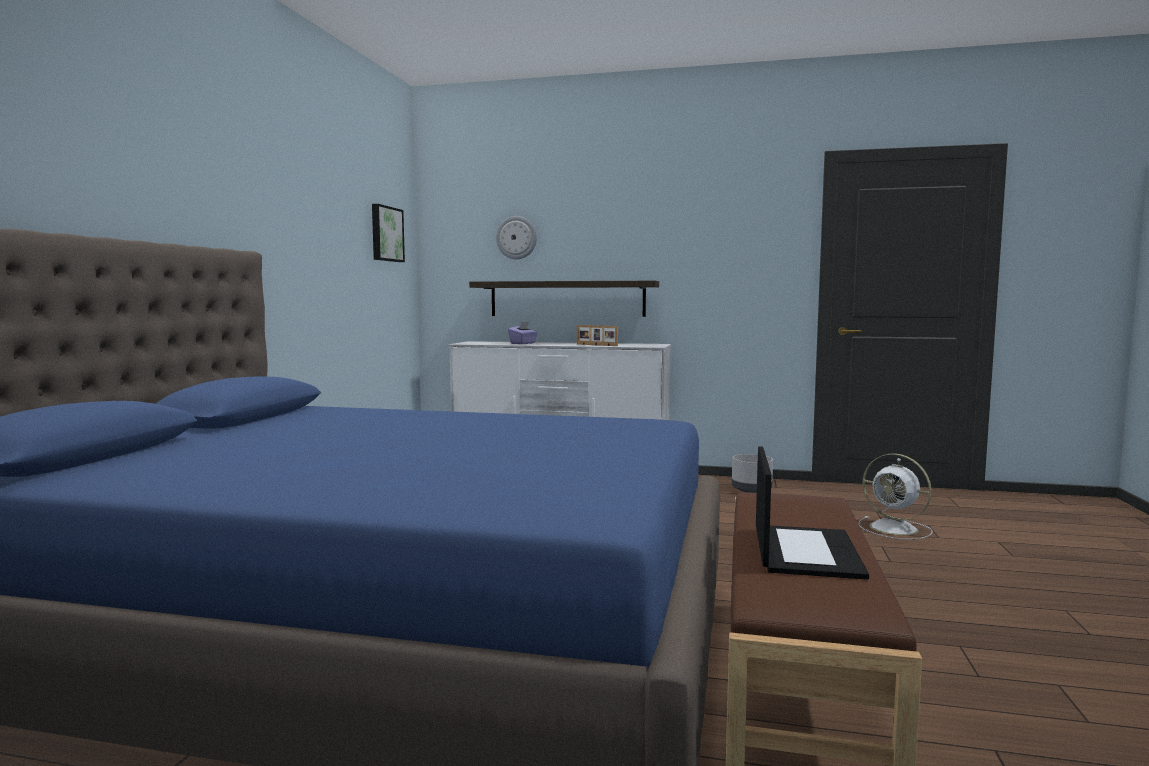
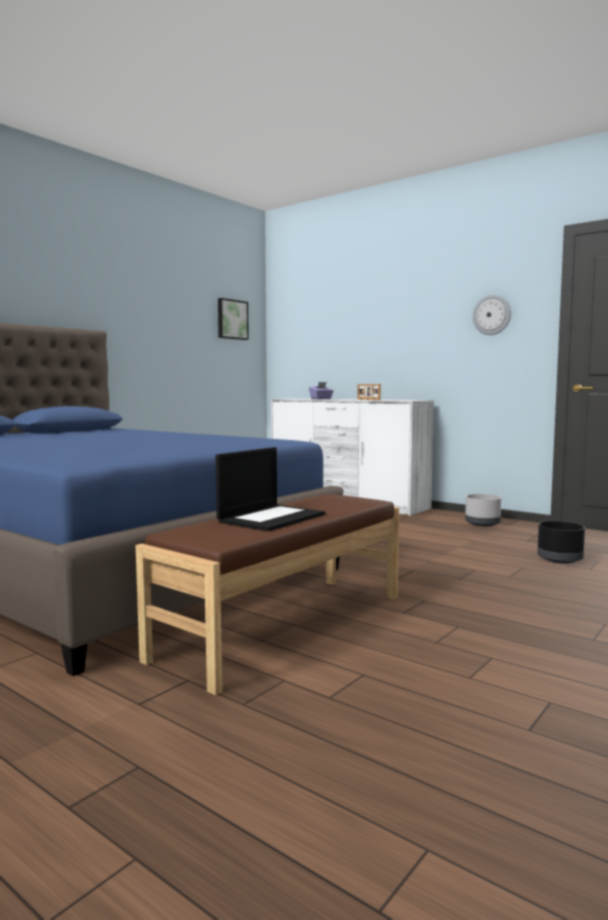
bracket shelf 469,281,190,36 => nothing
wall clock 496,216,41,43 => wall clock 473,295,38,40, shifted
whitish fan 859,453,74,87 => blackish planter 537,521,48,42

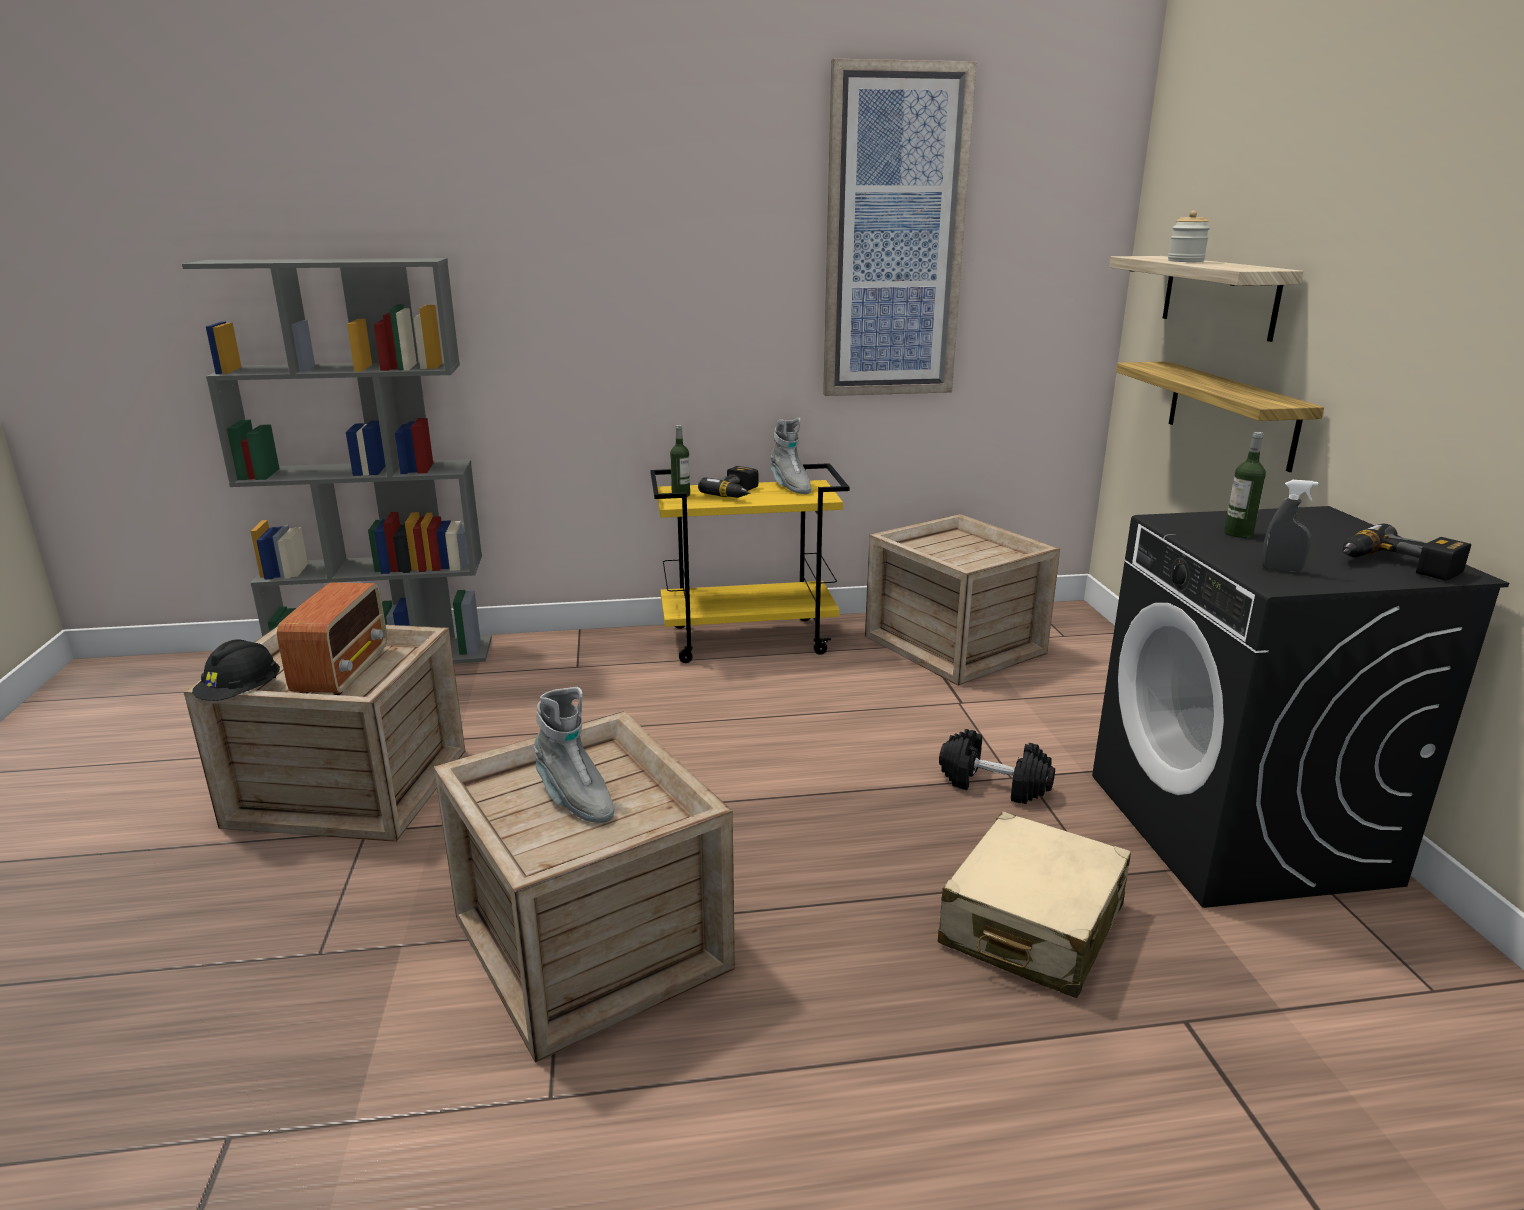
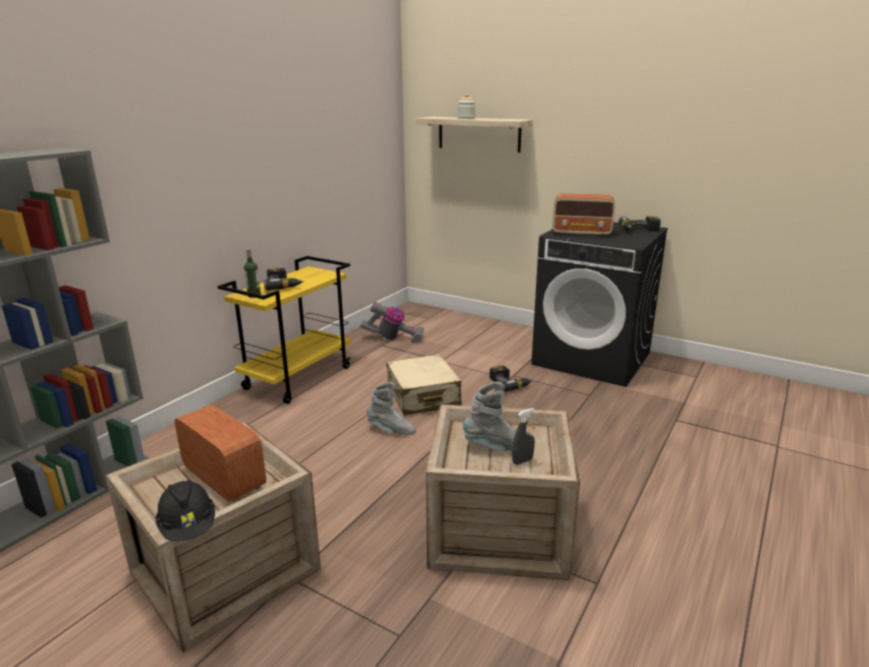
gray tall boot 770,418,42,76 => gray tall boot 367,382,49,53, shifted
wall picture 823,59,153,337 => nothing
crate 865,514,195,172 => hoover 360,301,64,42
beige-coloured piece of luggage 938,811,193,187 => beige-coloured piece of luggage 387,354,75,61, shifted
blackish free weight 939,729,116,75 => electric drill 490,366,43,26
bracket shelf 1116,361,208,111 => nothing
drink bottle 1224,432,42,106 => radio receiver 553,194,62,42
gray spray bottle 1262,480,56,92 => gray spray bottle 512,408,23,57, shifted

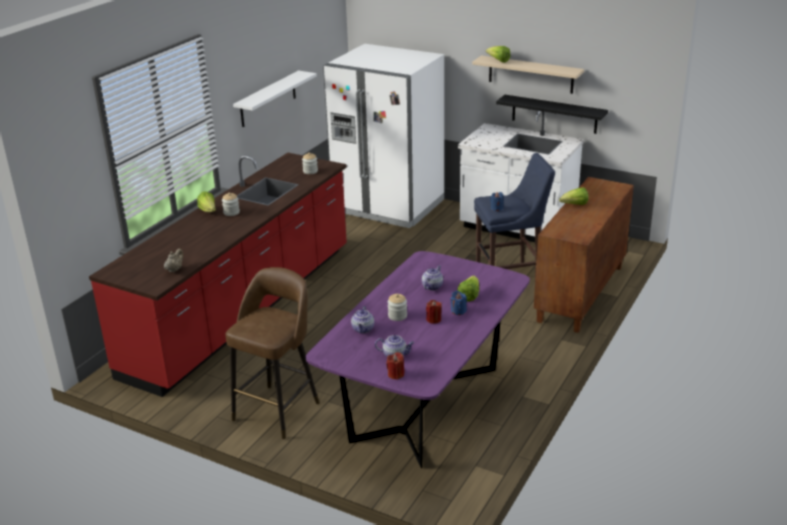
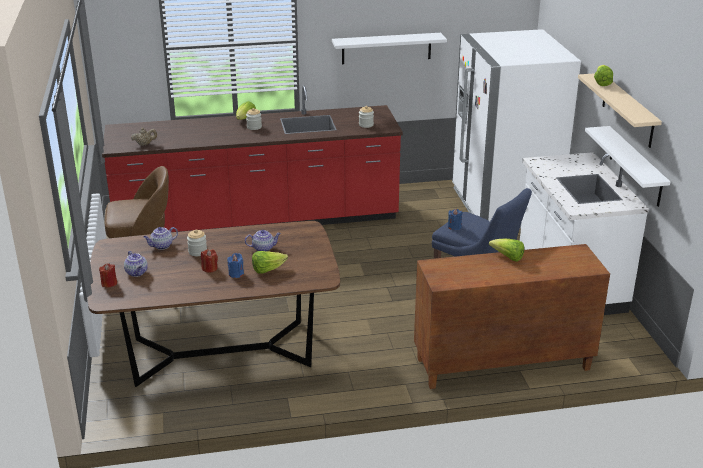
purple-coloured kitchen table 306,251,224,217 => brown kitchen table 87,221,253,166
blackish bracket shelf 496,95,112,39 => whitish bracket shelf 585,126,85,81

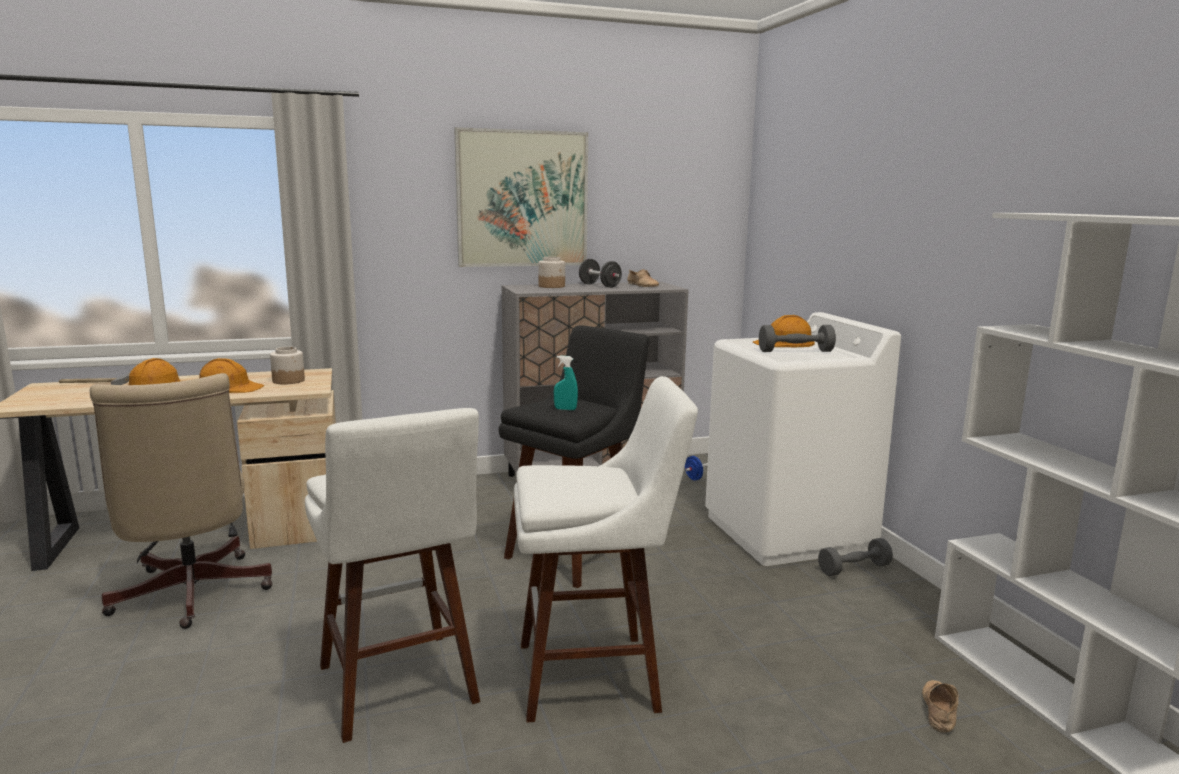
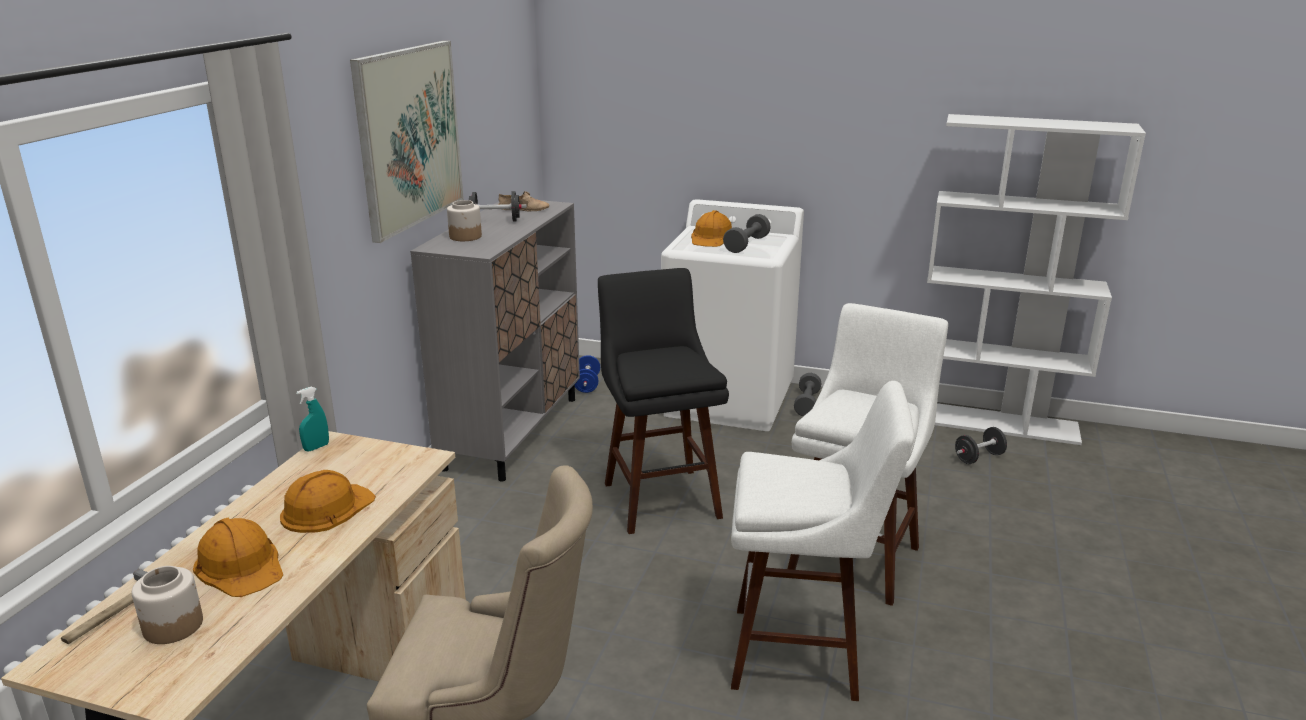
preserve jar 270,347,35,37 => preserve jar 132,566,71,78, shifted
turquoise-coloured spray bottle 554,355,24,55 => turquoise-coloured spray bottle 296,387,33,65, shifted
beige-coloured item of footwear 922,680,37,52 => blackish free weight 955,427,52,37

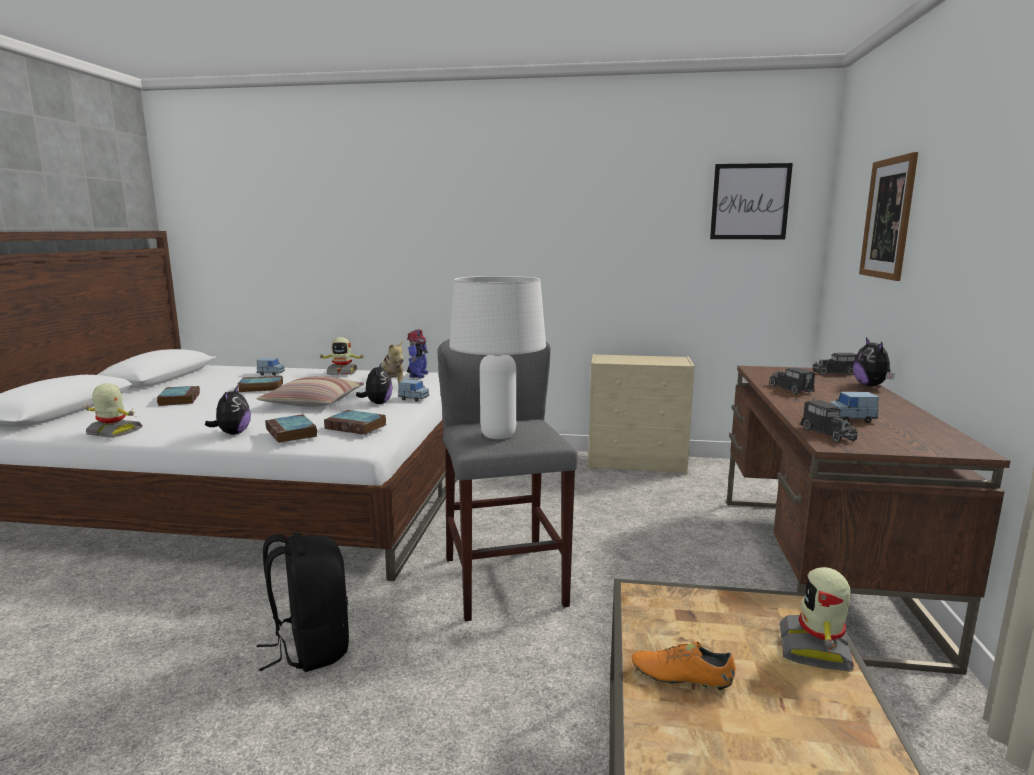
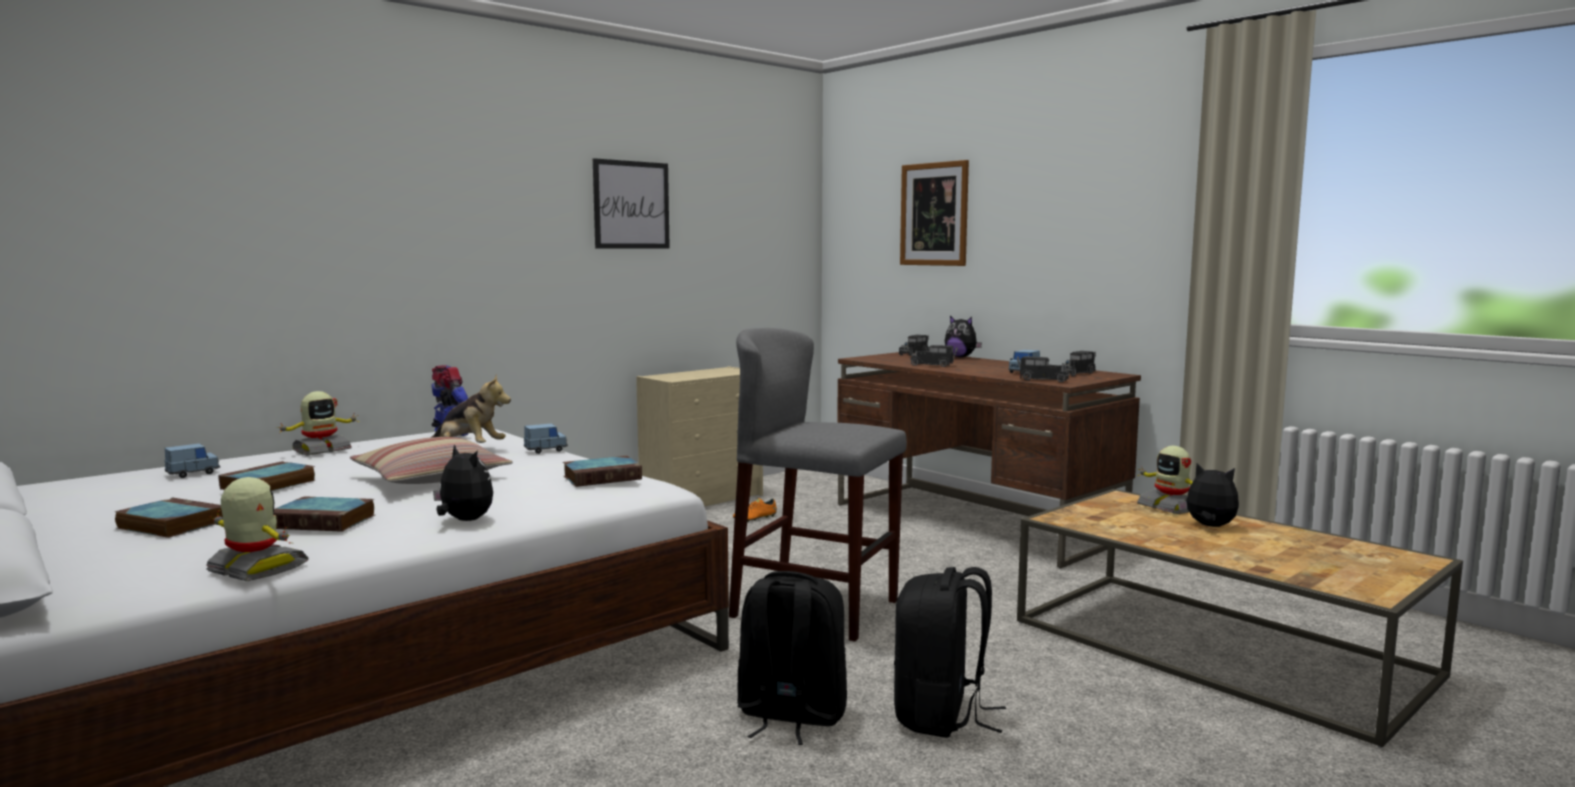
robot figure 83,383,60,55 => robot figure 206,477,102,104, 60 degrees clockwise
volume 265,414,52,29 => volume 274,496,101,36, shifted
soft toy 356,362,36,42 => soft toy 1178,463,61,64, shifted
whitish lamp for a table 449,276,97,163 => nothing
orange item of footwear 632,642,103,49 => orange item of footwear 733,498,44,24, shifted
wall picture 710,163,83,76 => wall picture 593,158,77,91, shifted
nothing => blackish rucksack 894,567,112,171
nothing => toy lorry 1061,351,35,25

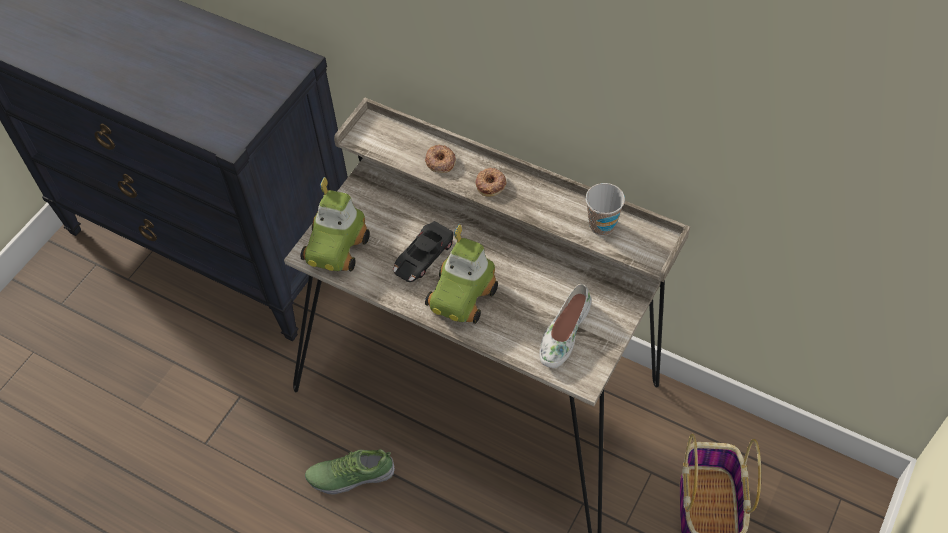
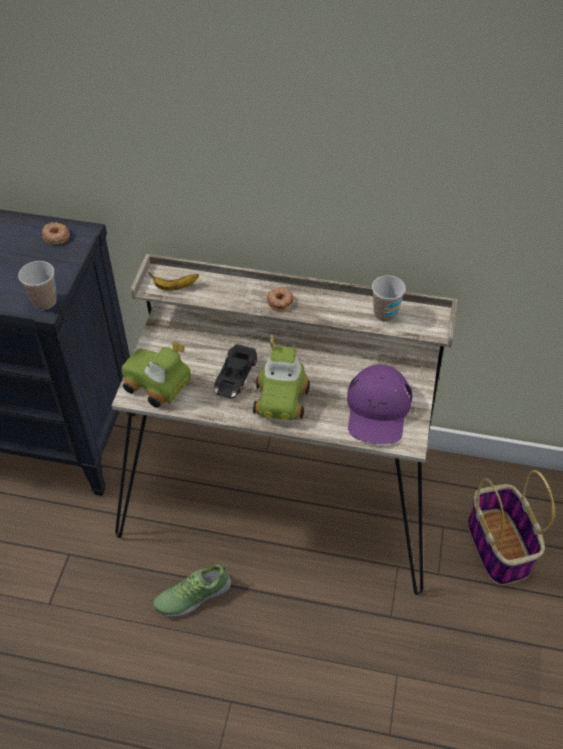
model car 301,177,69,94 => model car 122,341,69,67, 120 degrees clockwise
donut 425,144,31,29 => donut 42,222,28,22, shifted
whitish item of footwear 539,284,52,84 => purple-coloured peaked cap 347,364,65,80
nothing => small cup 18,261,39,49
nothing => banana 148,272,51,19

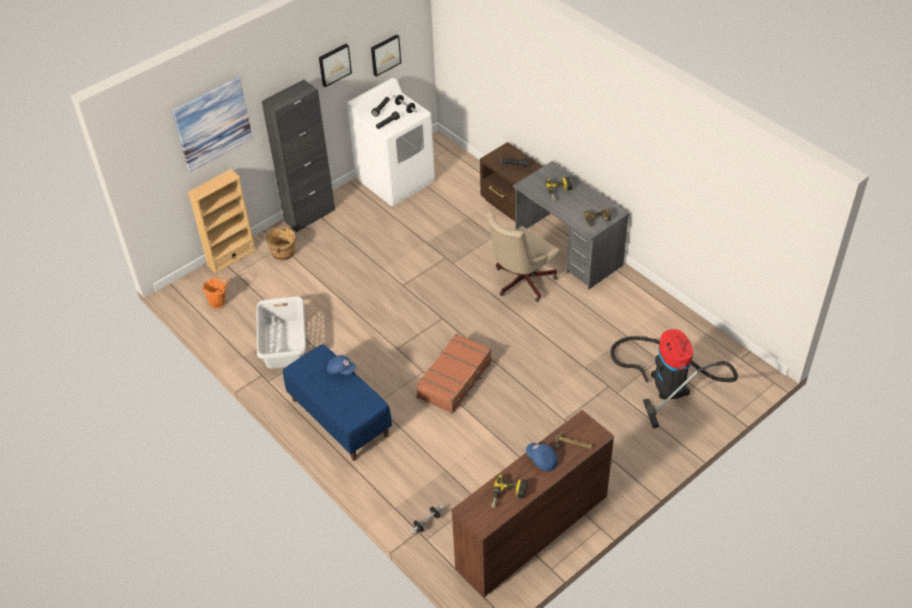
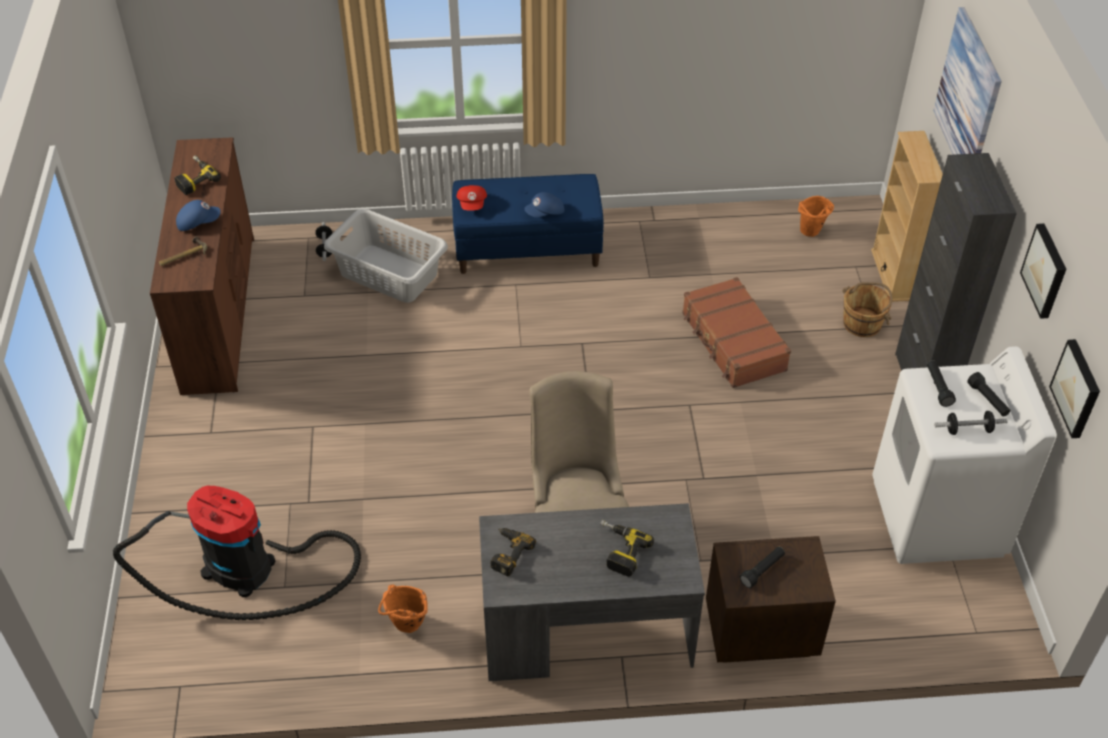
gray hamper 256,296,50,73 => gray hamper 324,209,124,94, shifted
brown piece of luggage 416,334,75,80 => brown piece of luggage 682,277,109,111, shifted
nothing => orange pail 378,585,50,48
nothing => reddish peaked cap 457,185,30,26

